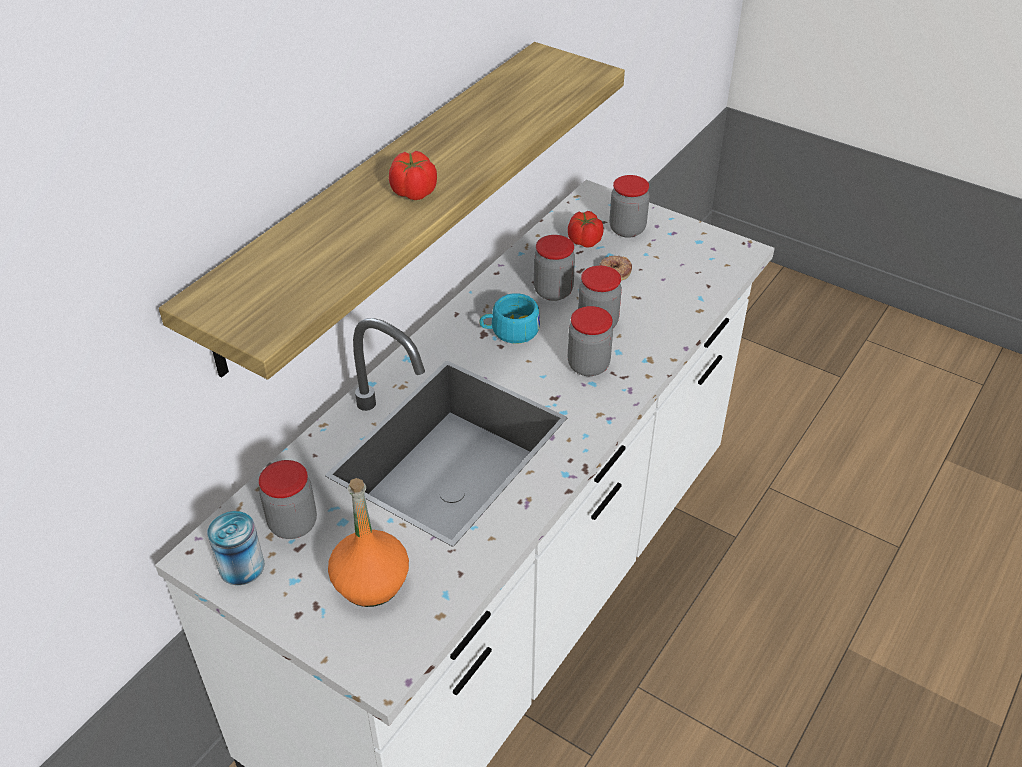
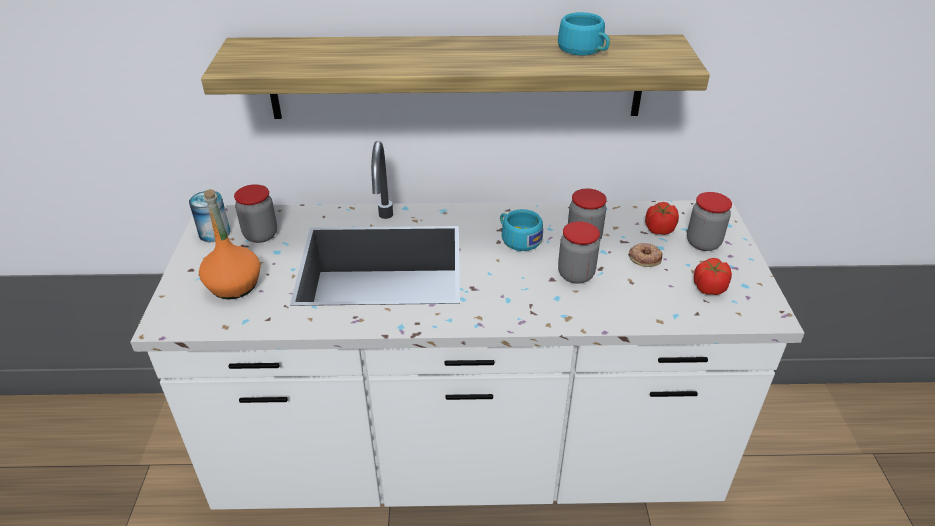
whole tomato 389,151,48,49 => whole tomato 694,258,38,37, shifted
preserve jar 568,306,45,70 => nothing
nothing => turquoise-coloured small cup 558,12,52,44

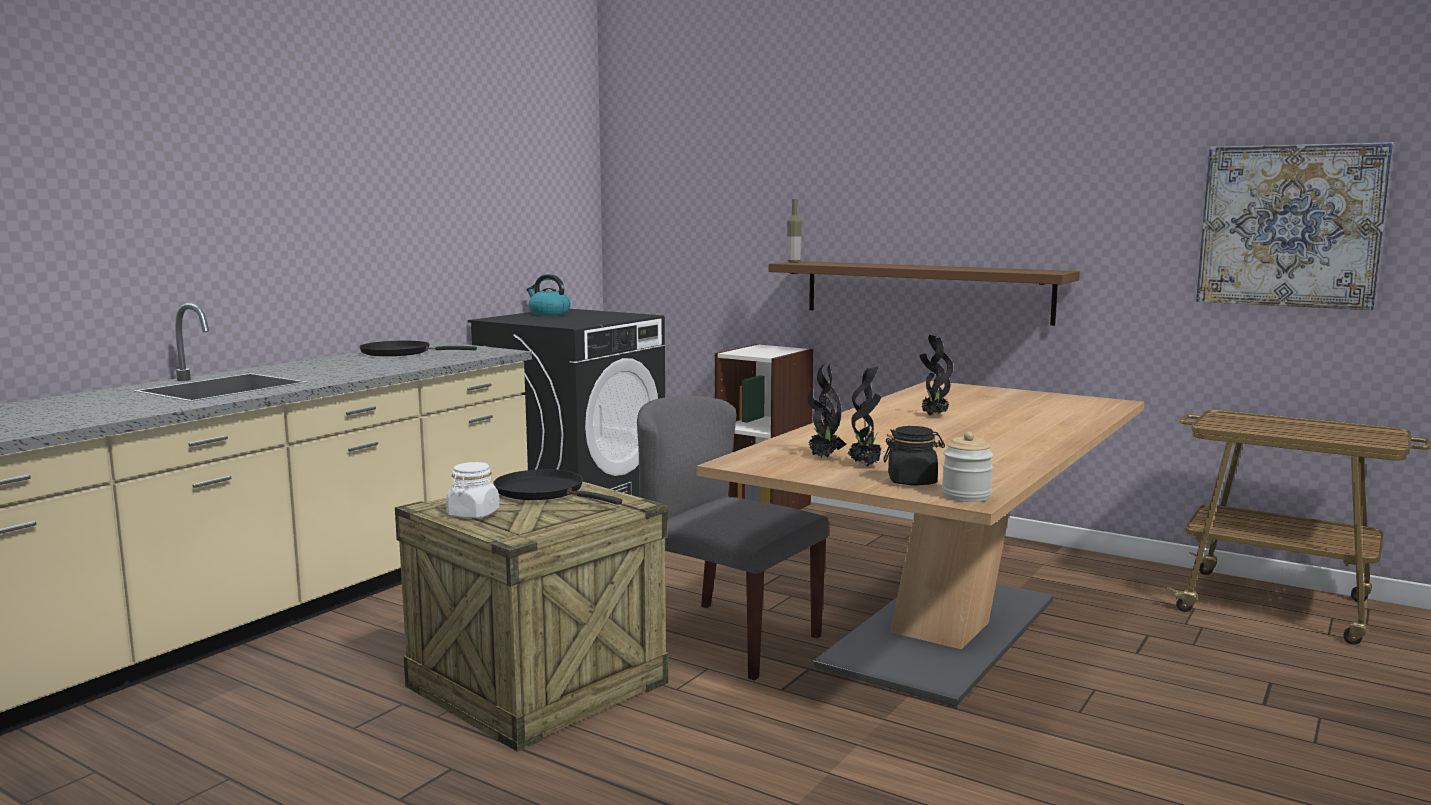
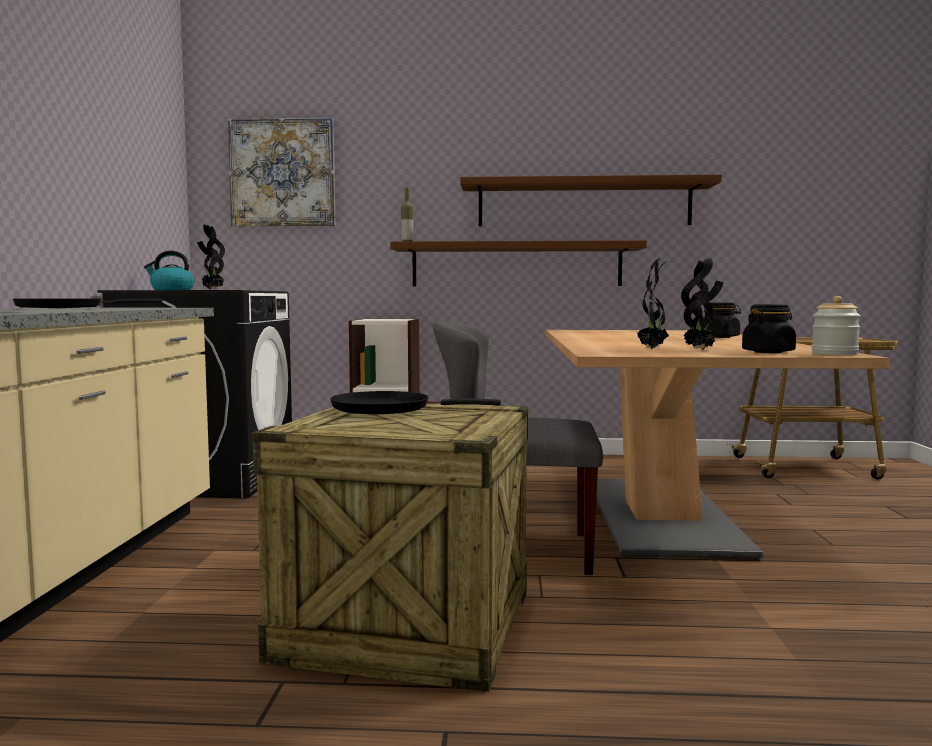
whitish preserve jar 446,462,53,56 => nothing
houseplant 919,335,34,81 => houseplant 197,225,28,65, shifted
wall picture 1196,142,197,168 => wall picture 228,117,107,109, shifted
nothing => brown bracket shelf 460,174,262,52
nothing => blackish preserve jar 704,302,37,36

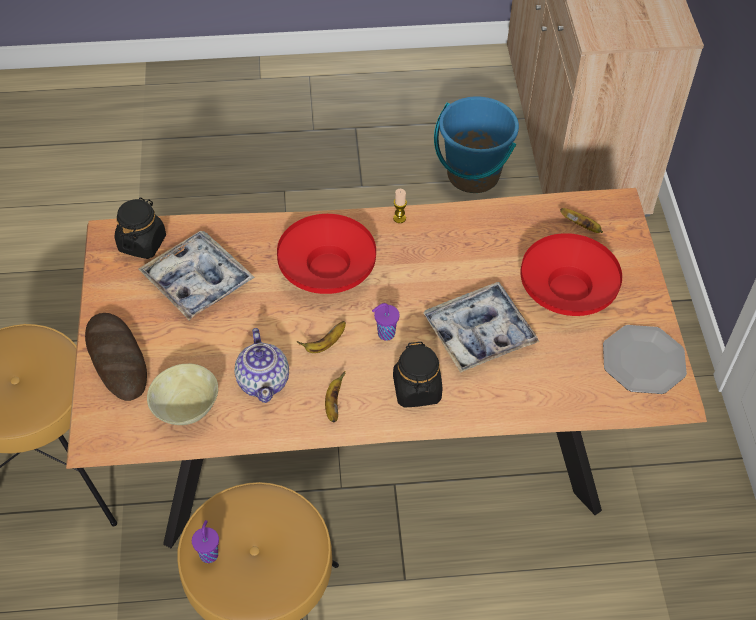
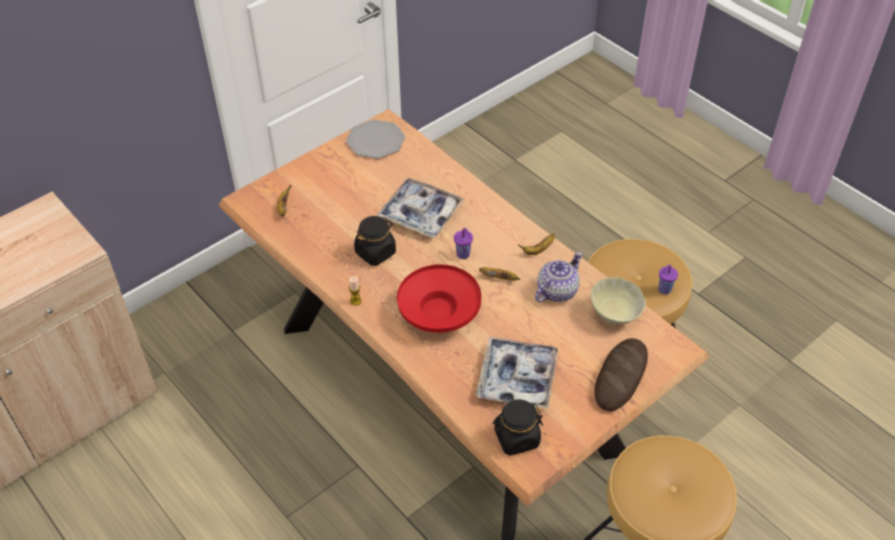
blackish preserve jar 393,341,49,67 => blackish preserve jar 354,216,42,50, shifted
blue-coloured pail 434,96,85,97 => nothing
reddish deep dish 520,233,102,83 => nothing

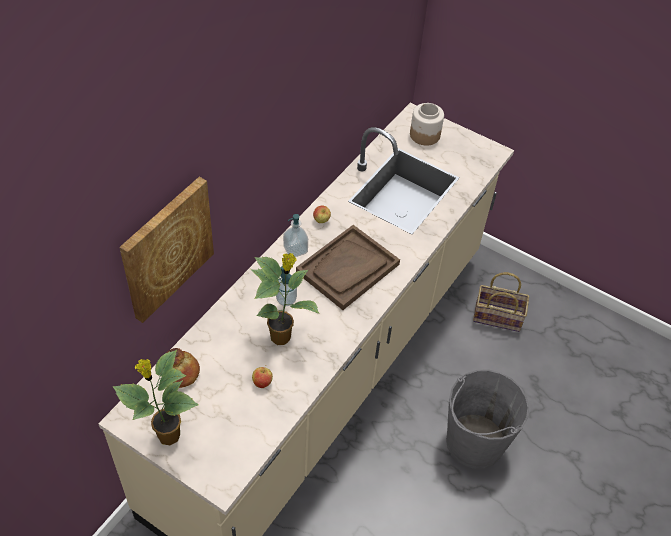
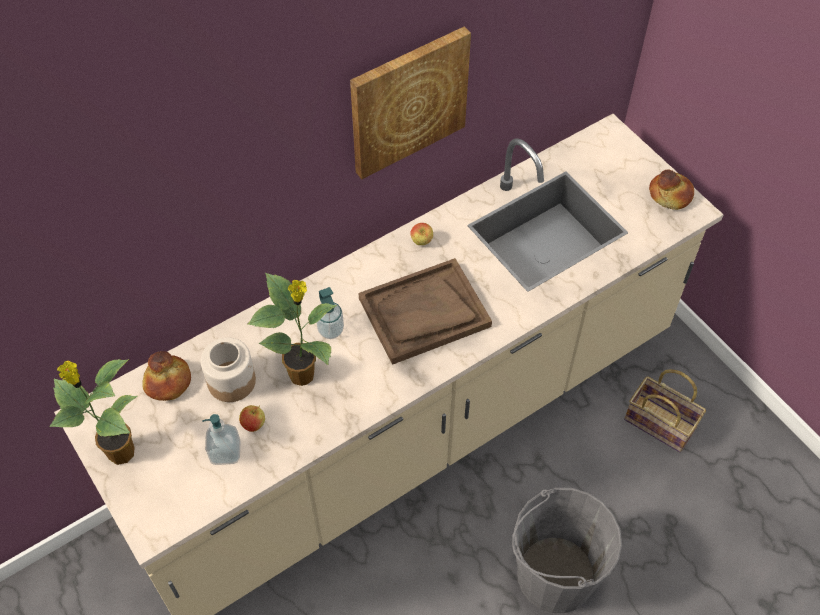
wall picture 119,177,95,146 => wall picture 350,27,121,152, shifted
soap dispenser 283,214,25,43 => soap dispenser 202,414,39,51, shifted
preserve jar 410,103,34,43 => preserve jar 200,337,56,65, shifted
nothing => bread 649,170,45,40

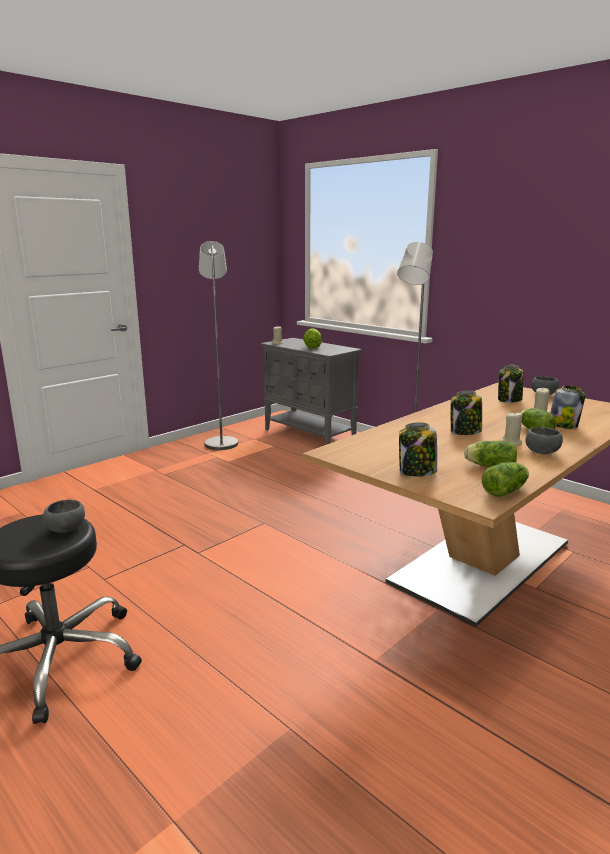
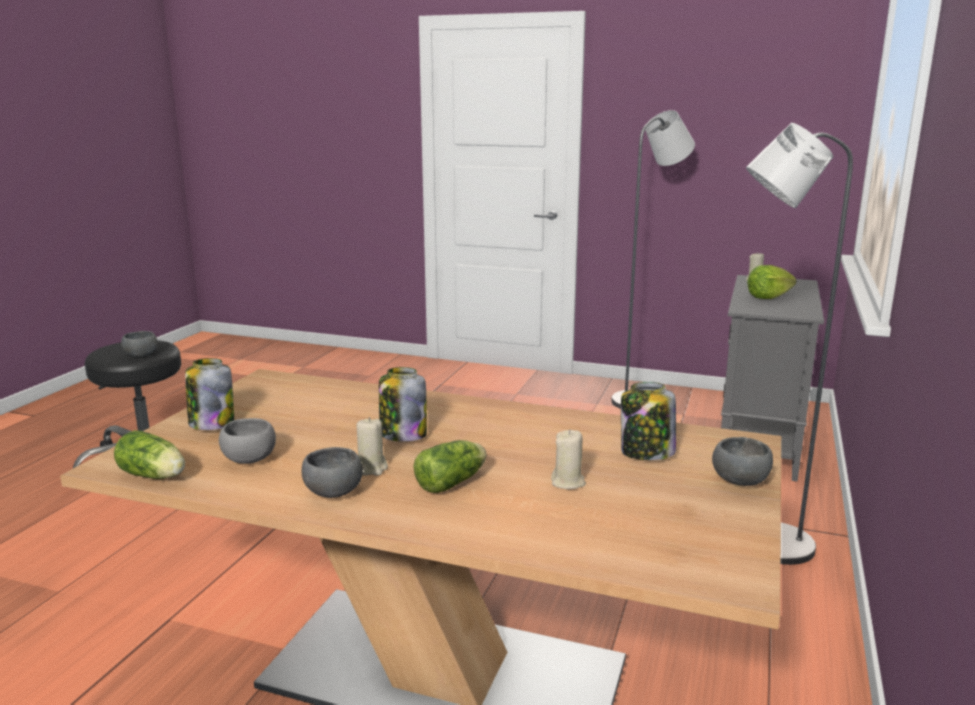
head of lettuce 464,441,53,26 => gray deep dish 219,418,57,46
preserve jar 550,385,35,44 => nothing

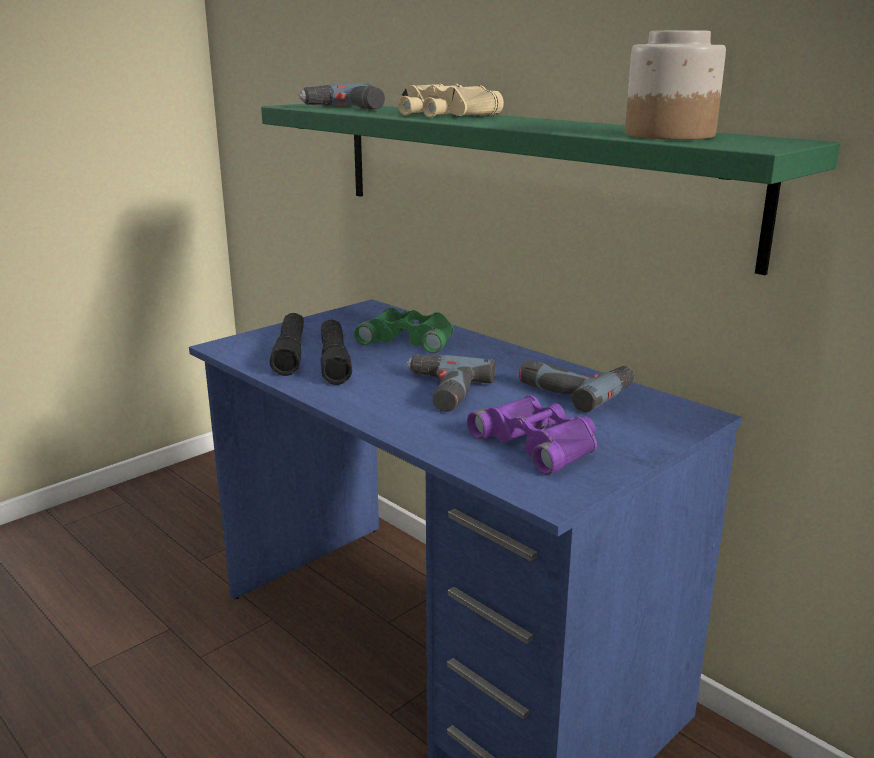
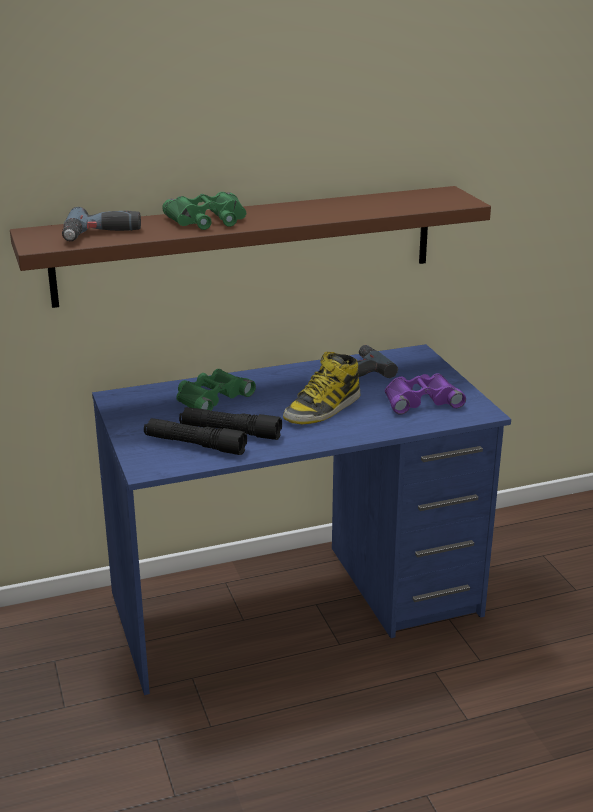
green-coloured bracket shelf 261,104,579,171 => brown bracket shelf 10,186,481,122
beige-coloured pair of binoculars 398,84,106,33 => green-coloured pair of binoculars 162,192,84,38
electric drill 407,354,89,58 => tall boot 283,352,77,72
preserve jar 625,31,101,109 => nothing

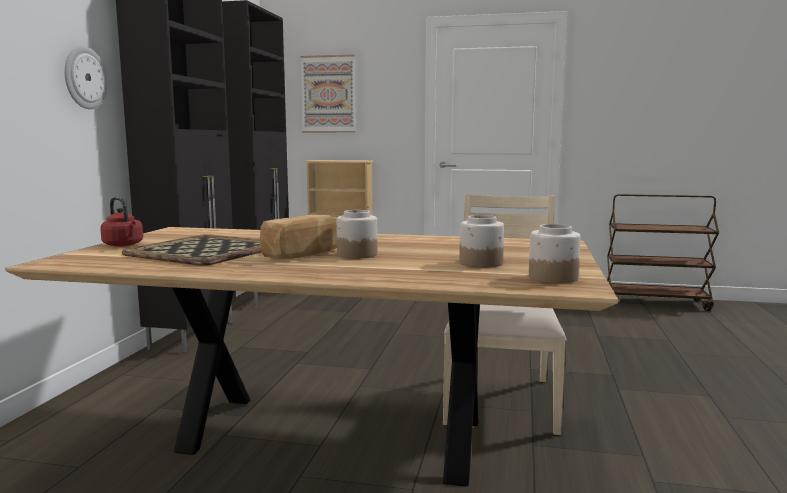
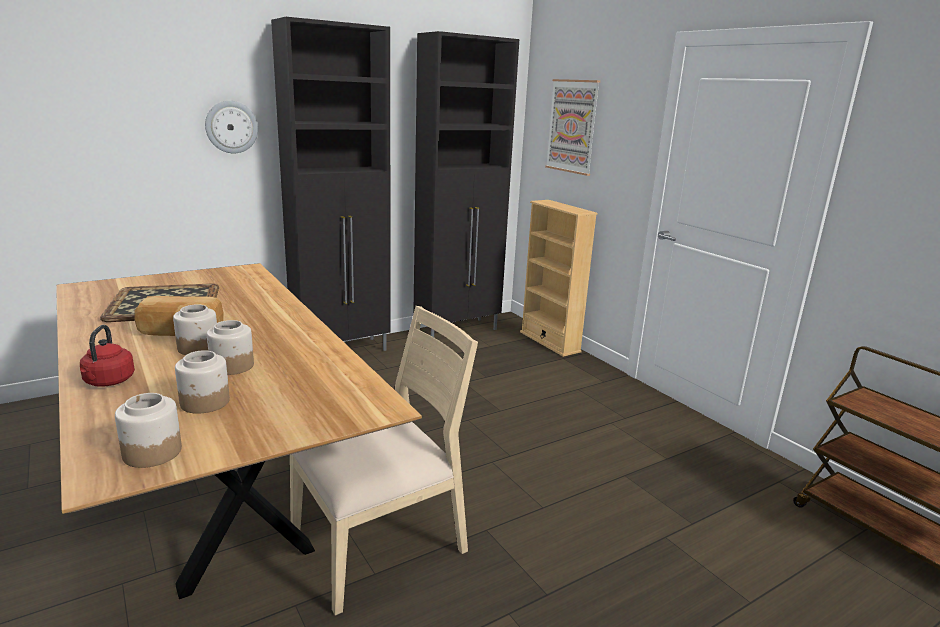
reddish water kettle 100,197,43,50 => reddish water kettle 80,325,55,62, shifted
nothing => preserve jar 207,320,47,55

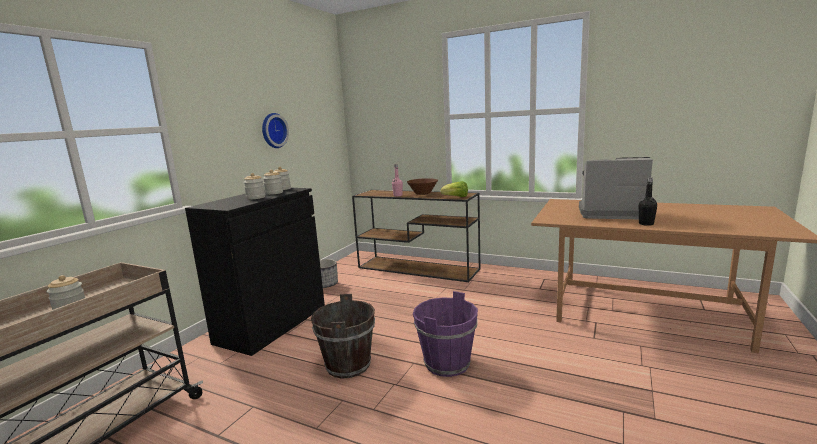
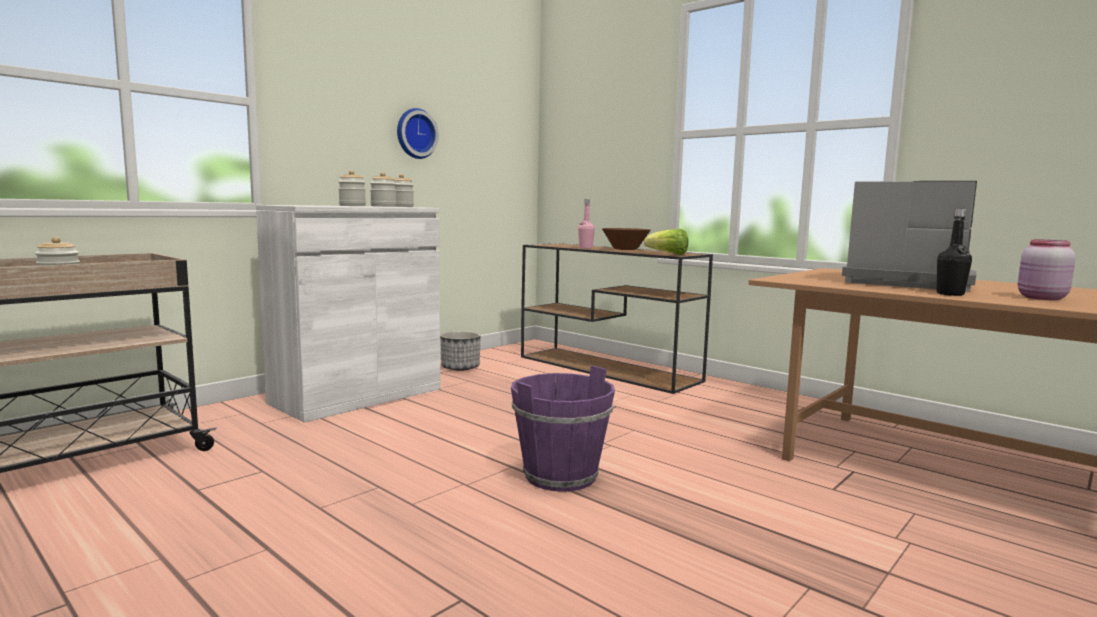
blackish storage cabinet 185,188,140,168 => whitish storage cabinet 256,205,184,218
brown pail 311,294,64,85 => nothing
nothing => pinkish preserve jar 1018,239,58,61

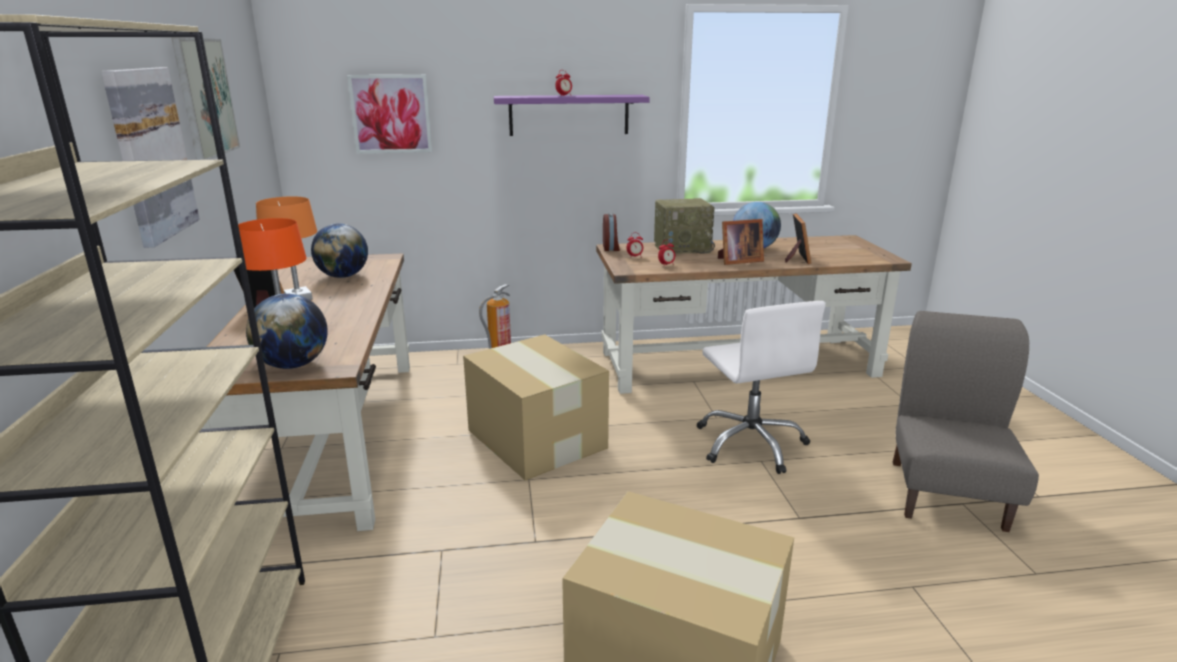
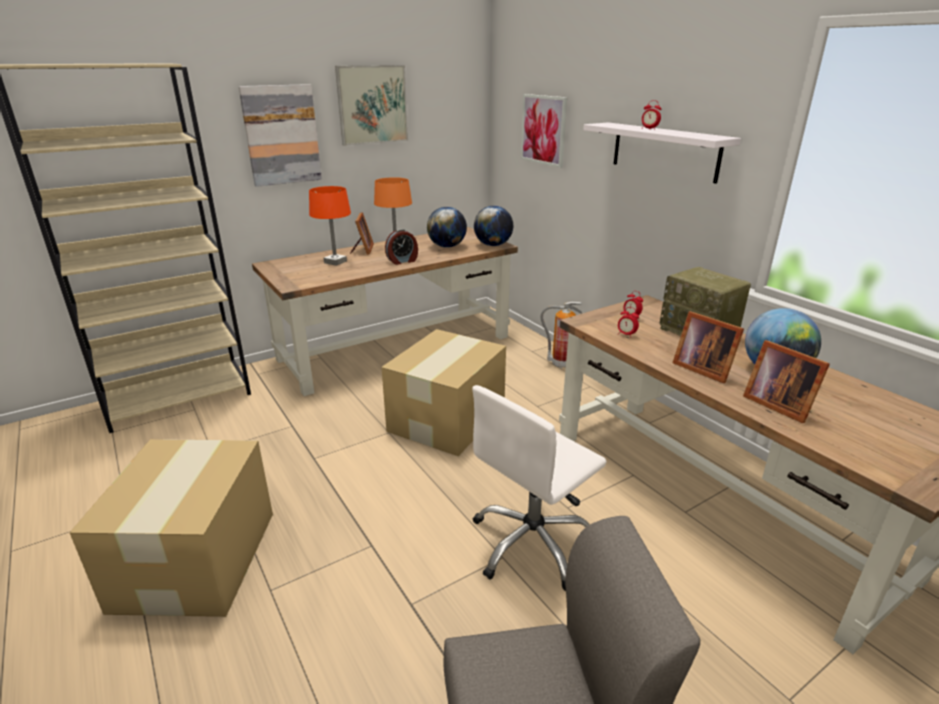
desk globe 246,294,82,75 => desk globe 474,206,39,40, shifted
purple-coloured bracket shelf 494,95,156,41 => whitish bracket shelf 583,122,158,62
bedside clock 603,213,17,38 => bedside clock 385,229,33,36, shifted
picture frame 785,214,26,50 => picture frame 743,340,87,83, 75 degrees clockwise

